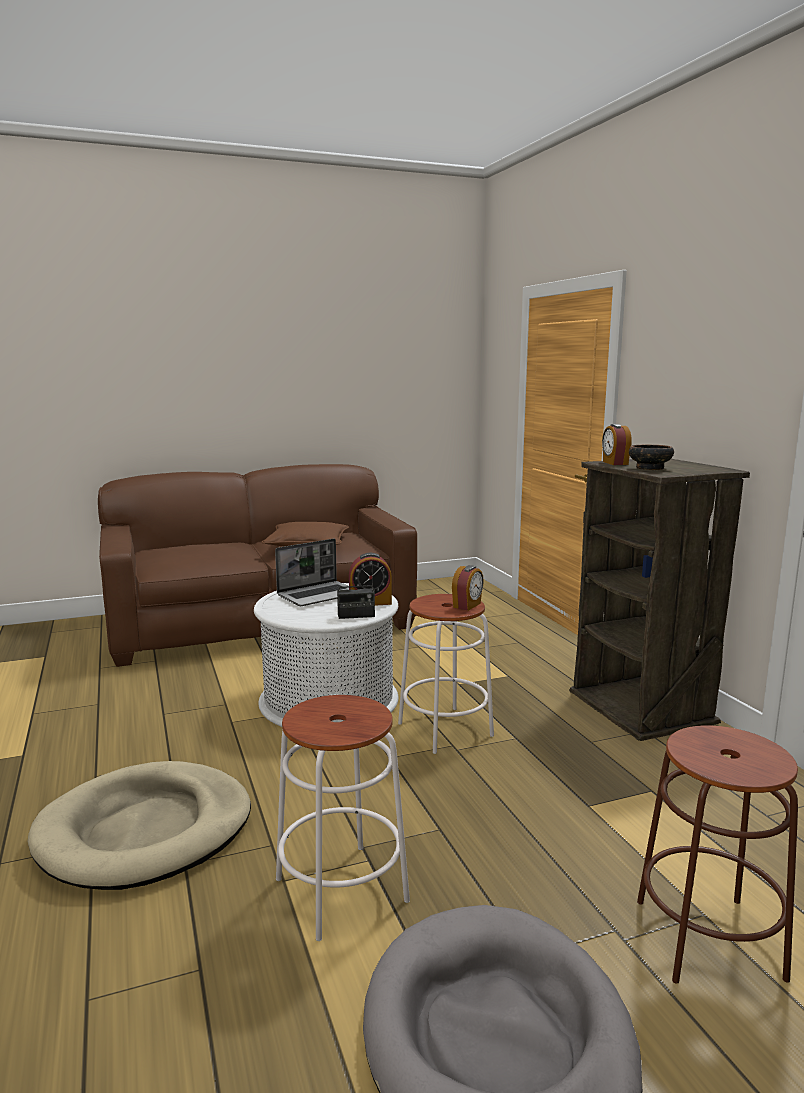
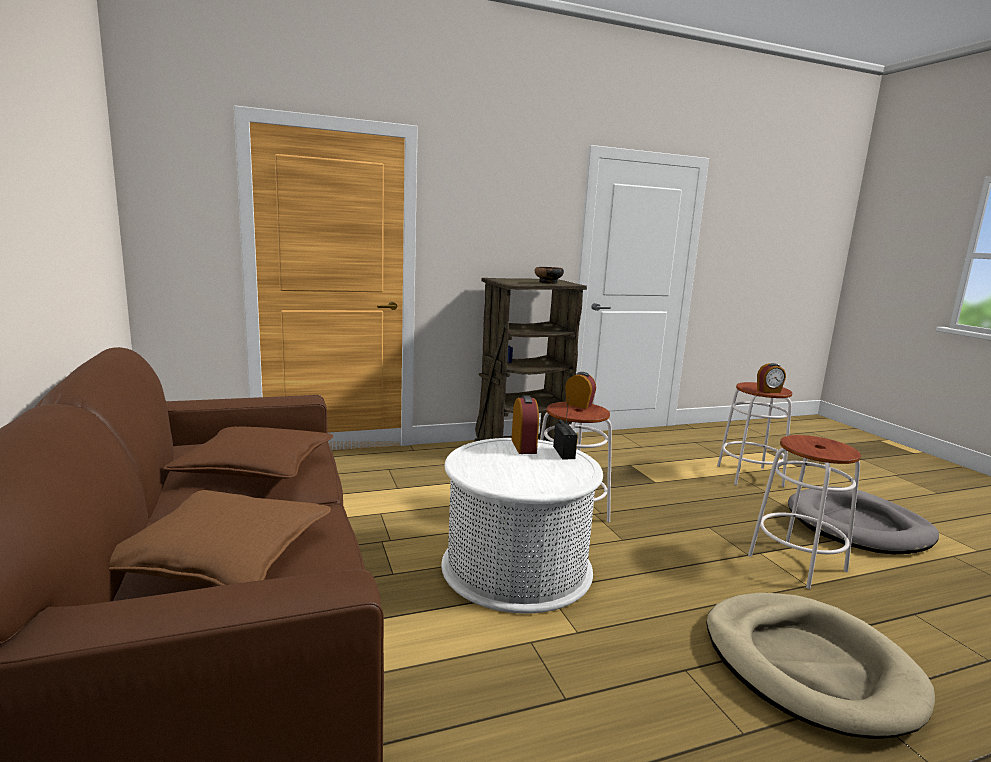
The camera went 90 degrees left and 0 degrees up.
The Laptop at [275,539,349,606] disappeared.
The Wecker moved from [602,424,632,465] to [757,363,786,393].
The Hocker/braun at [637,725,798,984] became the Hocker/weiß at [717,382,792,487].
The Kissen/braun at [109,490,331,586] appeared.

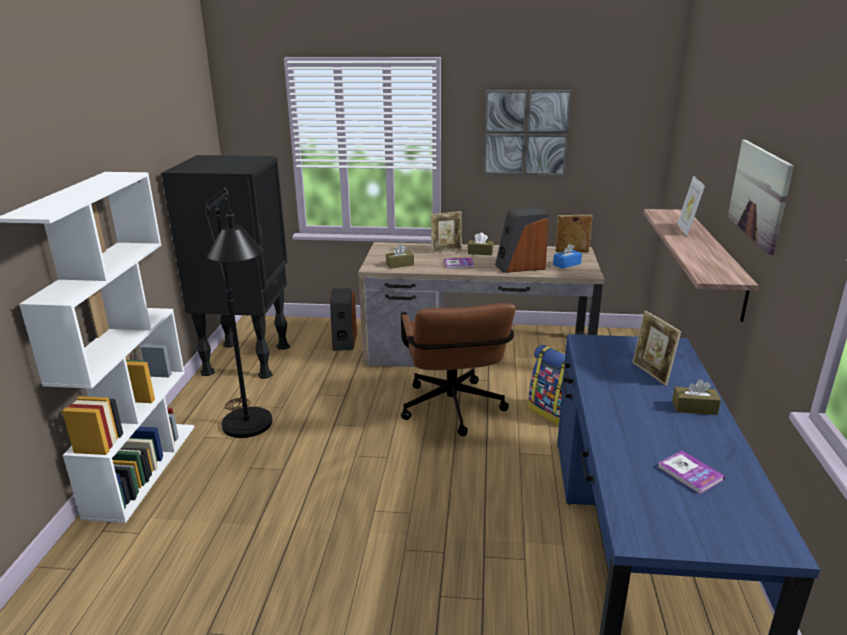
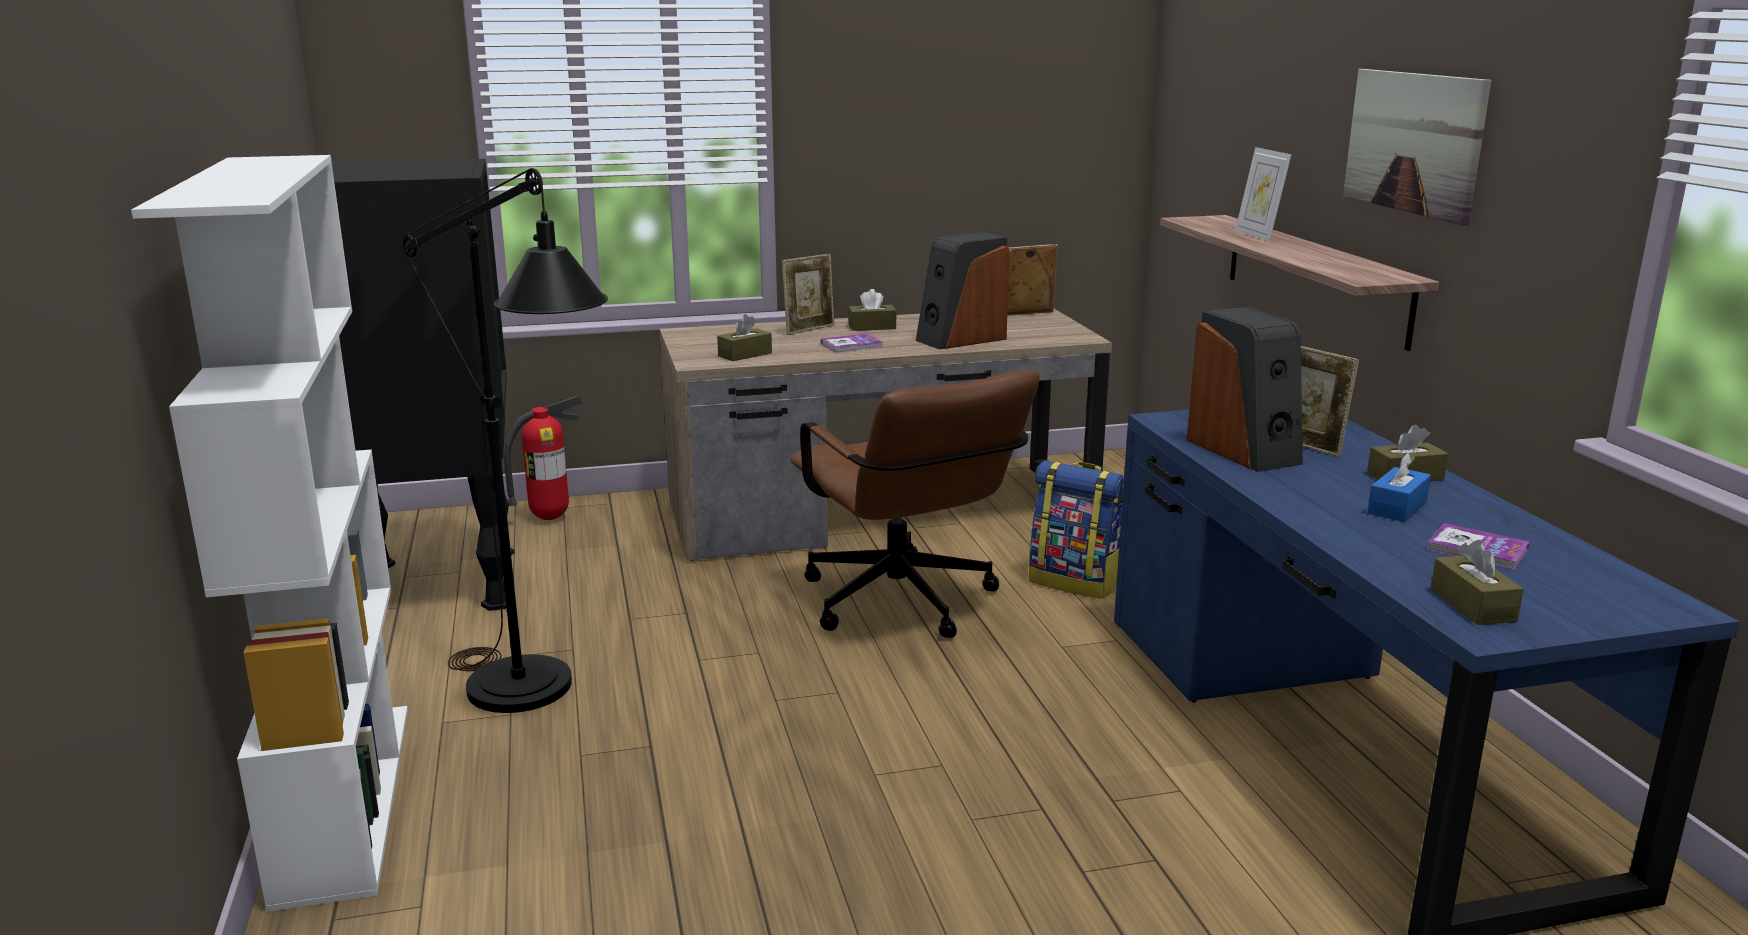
The camera went 20 degrees left and 5 degrees down.
The Lautsprecher moved from [330,288,357,351] to [1186,307,1303,472].
The Bild at [484,90,571,175] disappeared.
The Taschentuchbox/blau moved from [553,244,582,269] to [1367,452,1431,522].
The Feuerlöscher at [504,396,583,520] appeared.
The Taschentuchbox/braun at [1431,540,1524,625] appeared.

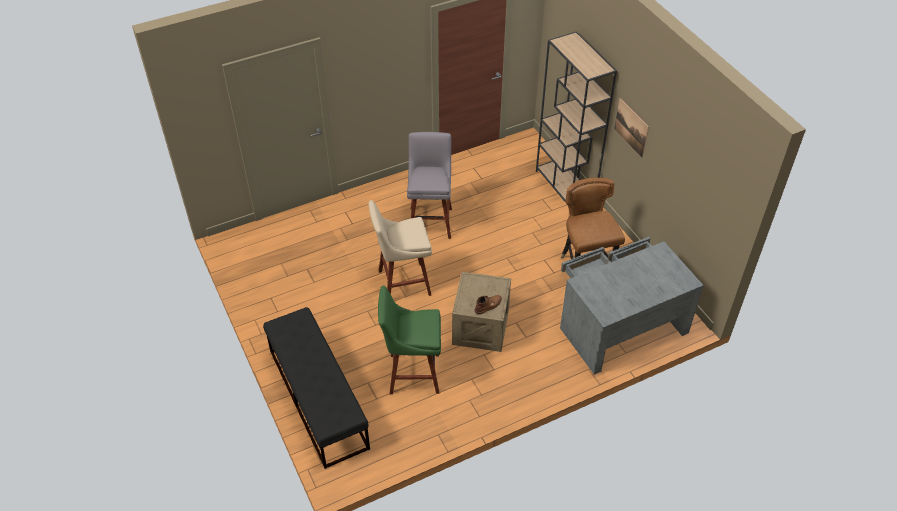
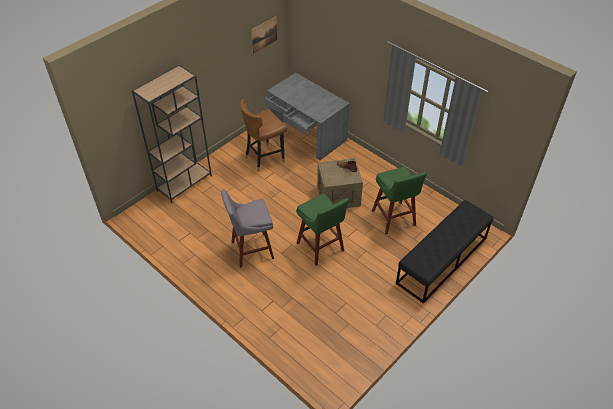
The camera went 110 degrees left and 0 degrees up.
The Hocker/beige at [369,200,432,296] became the Hocker/grün at [296,193,349,266].
The Bild moved from [614,98,649,158] to [251,16,277,54].

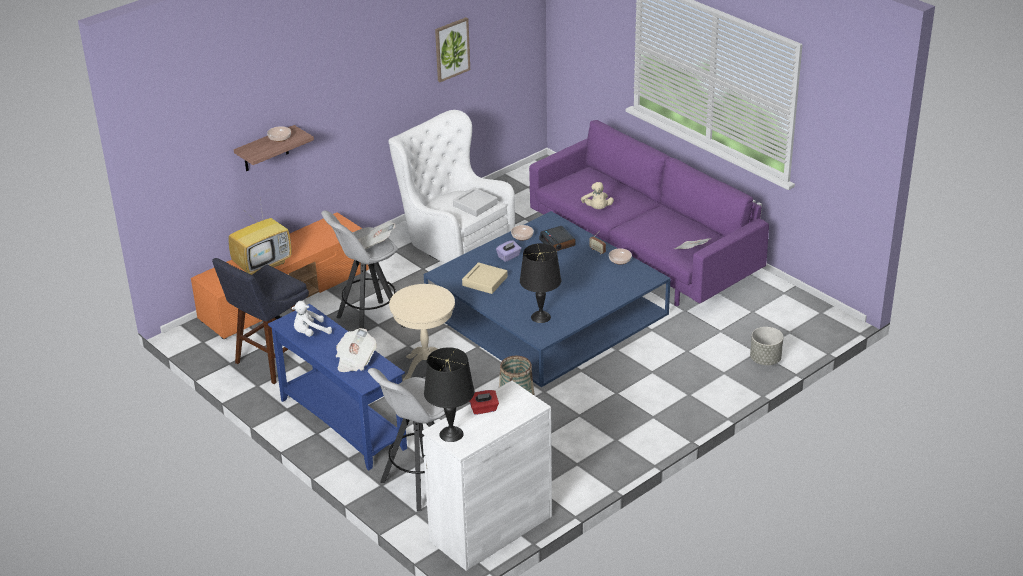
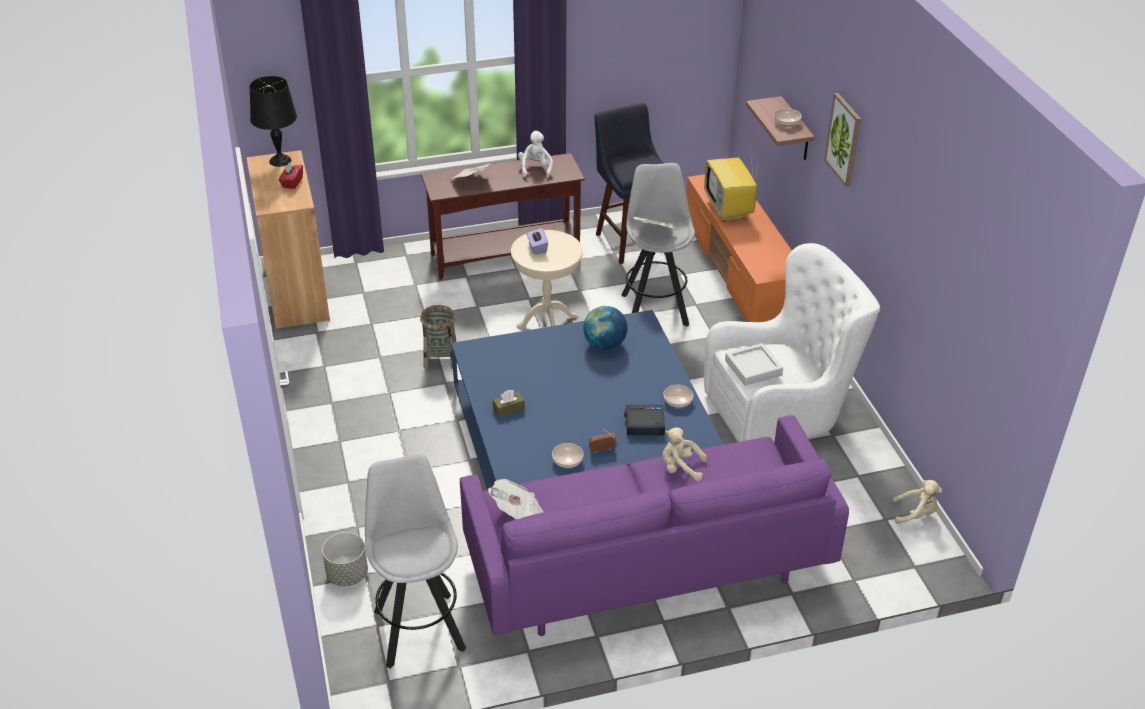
The camera went 115 degrees right and 5 degrees up.
The Konsolentisch/blau at [268,304,407,471] became the Konsolentisch/braun at [421,153,585,280].
The Hocker/grau moved from [368,368,445,511] to [365,454,466,669].
The Schrank/weiß at [422,381,552,571] became the Schrank/braun at [247,150,330,329].
The Bild moved from [435,17,470,82] to [824,93,861,187].
The Tablett/beige at [462,262,508,294] was replaced by the Globus at [583,306,628,350].
The Taschentuchbox/lila moved from [496,240,521,262] to [527,228,548,254].
The Tischlampe/schwarz at [520,243,561,323] disappeared.
The Taschentuchbox/braun at [493,390,525,417] appeared.
The Plüschtier/beige at [893,480,942,524] appeared.

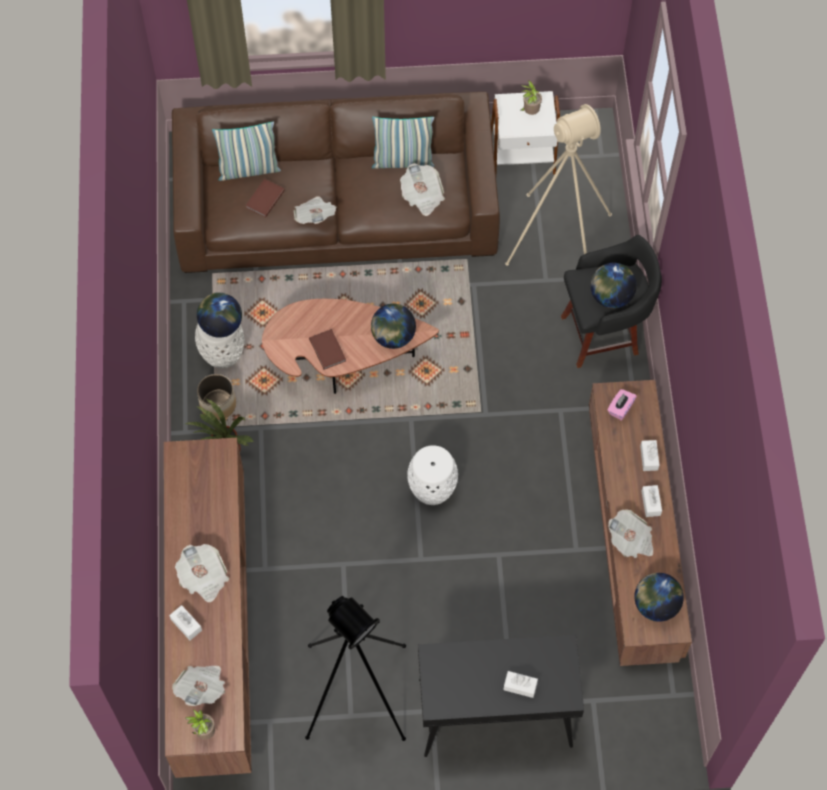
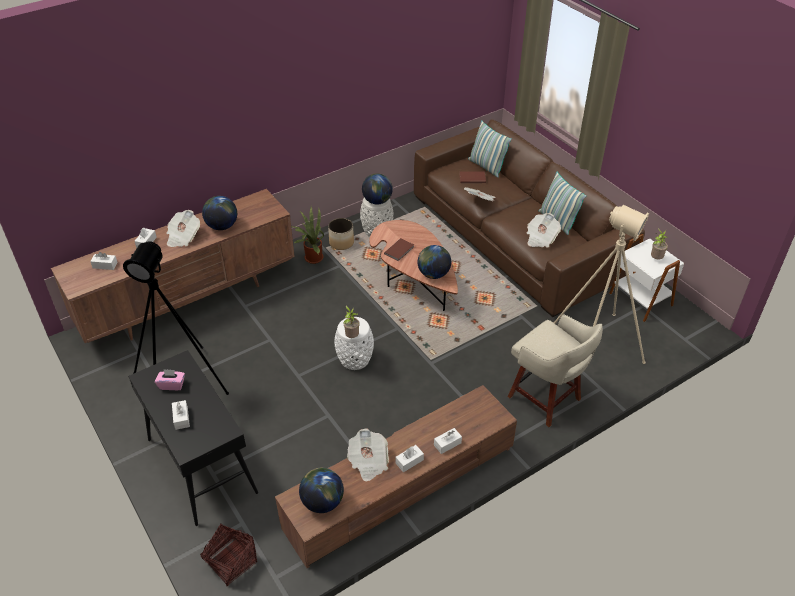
The camera went 60 degrees right and 20 degrees down.
The Zeitung at [172,665,225,706] was replaced by the Taschentuchbox/weiß at [90,252,118,270].
The Topfpflanze moved from [185,709,215,740] to [343,306,360,338].
The Hocker/schwarz at [561,235,662,368] became the Hocker/beige at [507,314,603,427].
The Globus moved from [590,263,637,309] to [202,196,237,230].
The Taschentuchbox/rosa moved from [607,389,637,421] to [155,369,185,390].
The Korb at [200,523,257,587] appeared.

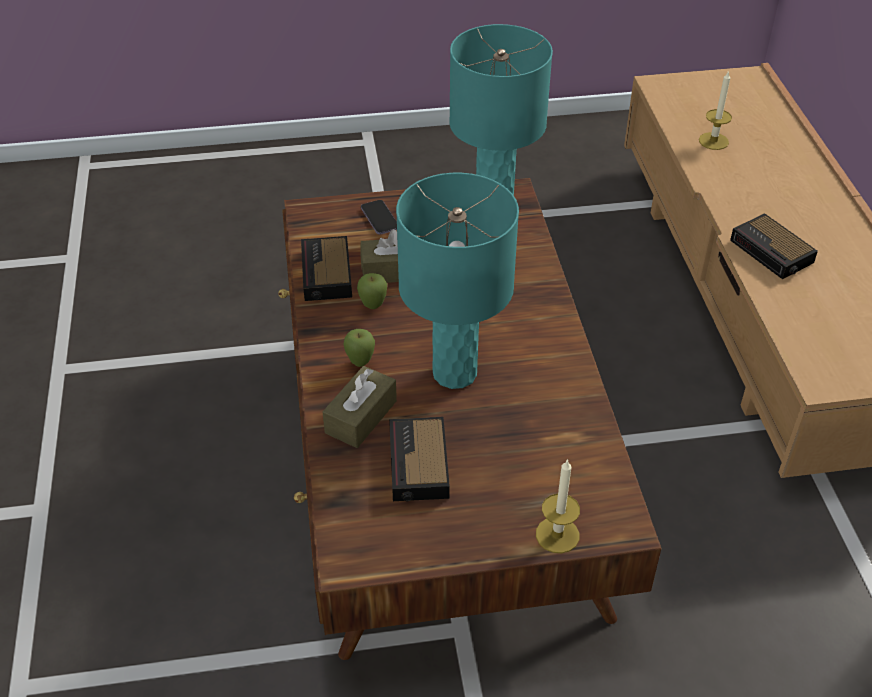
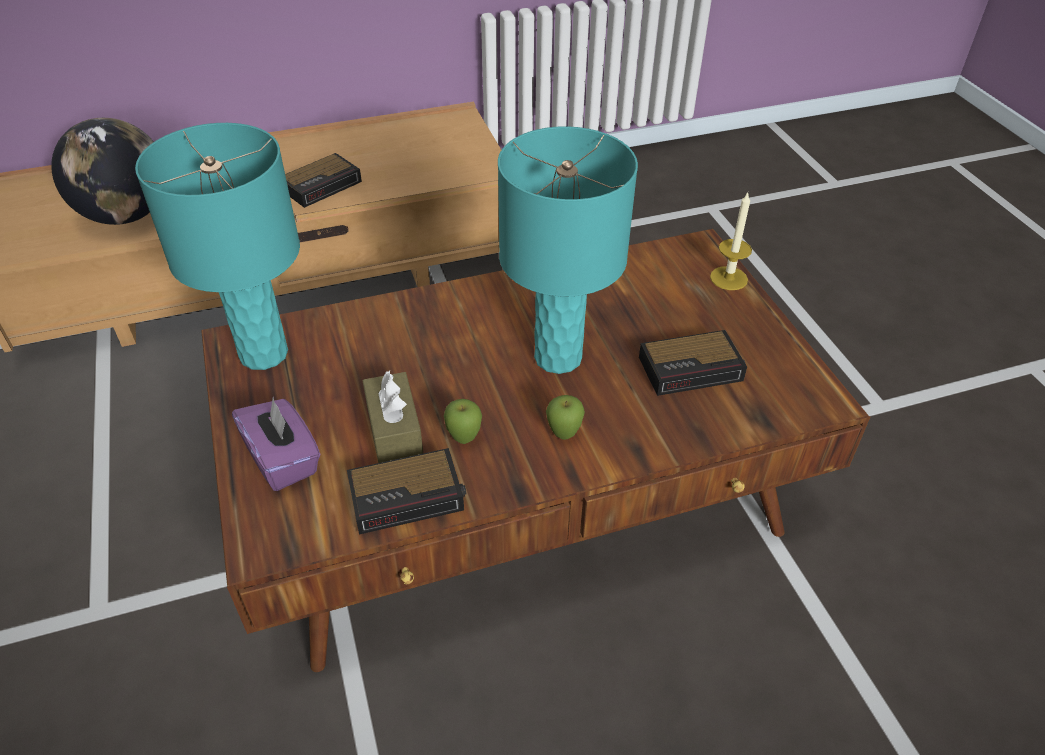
The camera went 100 degrees left and 0 degrees up.
The Taschentuchbox/braun at [323,366,397,448] disappeared.
The Handy at [361,200,397,235] was replaced by the Taschentuchbox/lila at [232,397,321,491].
The Kerze at [699,70,732,150] was replaced by the Globus at [51,118,154,225].

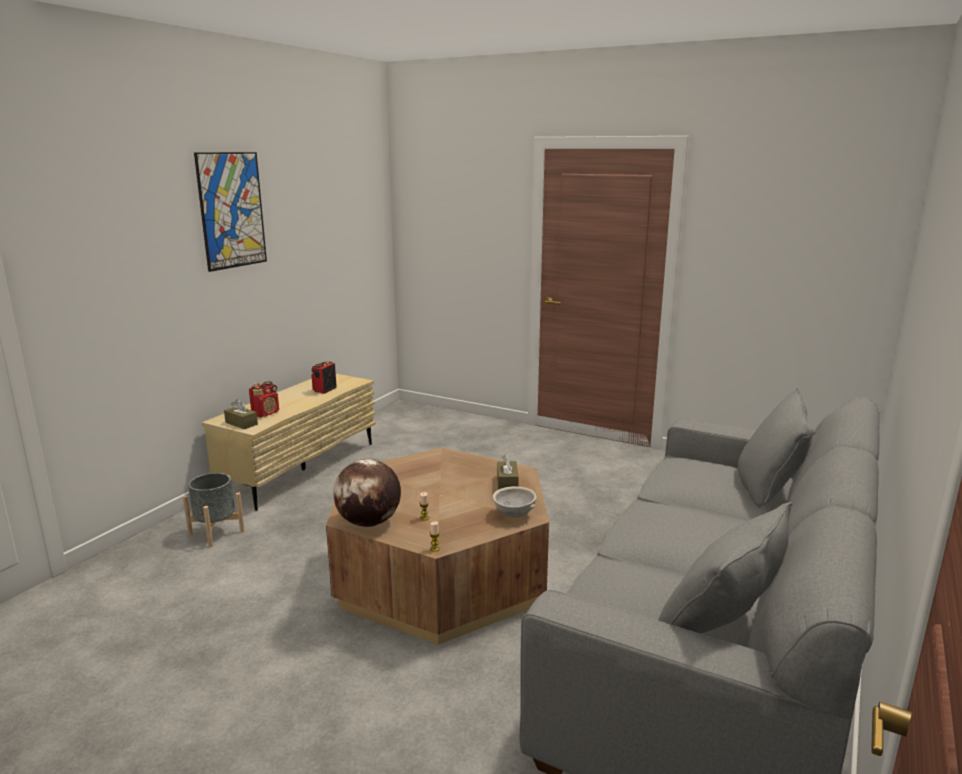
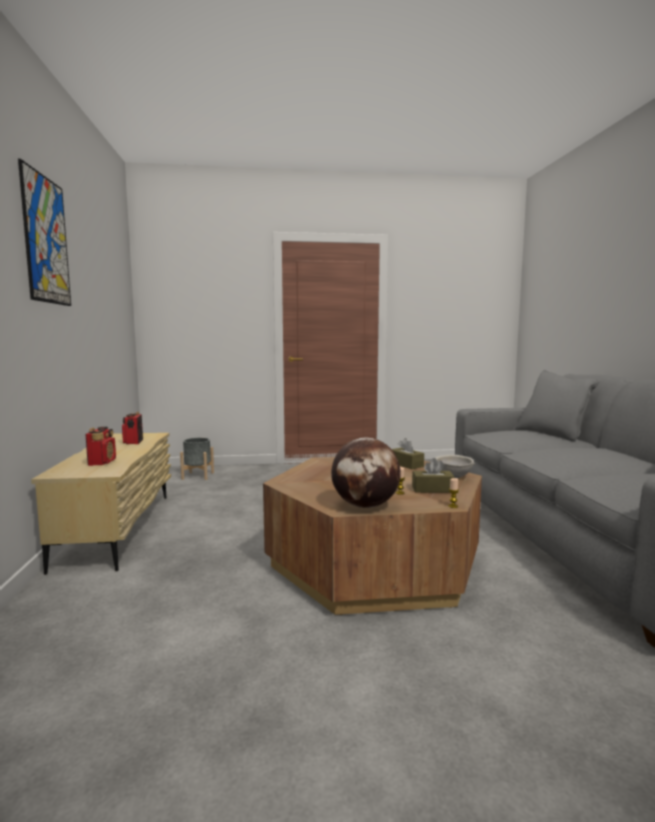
The camera went 35 degrees left and 10 degrees down.
The Pflanzkübel/grau moved from [183,473,245,547] to [180,438,214,480].
The Taschentuchbox/braun moved from [224,399,258,429] to [412,458,455,493].

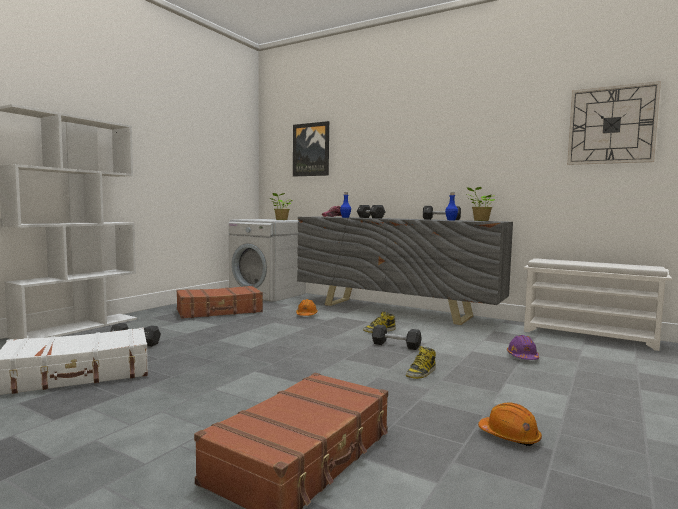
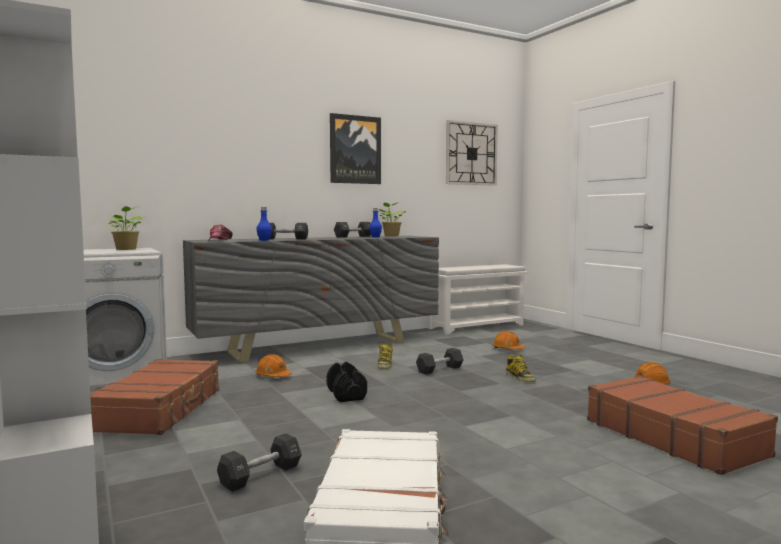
The camera went 60 degrees left and 0 degrees up.
The Bild moved from [293,121,329,176] to [330,113,381,184].
The Schutzhelm/lila at [507,335,539,360] became the Schutzhelm/orange at [492,331,525,349].
The Hantel/schwarz at [327,362,367,402] appeared.

